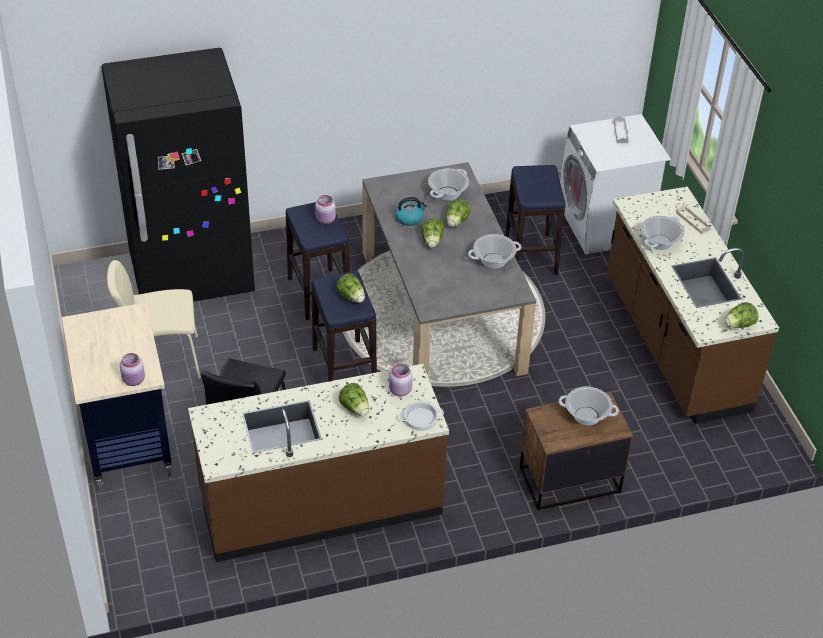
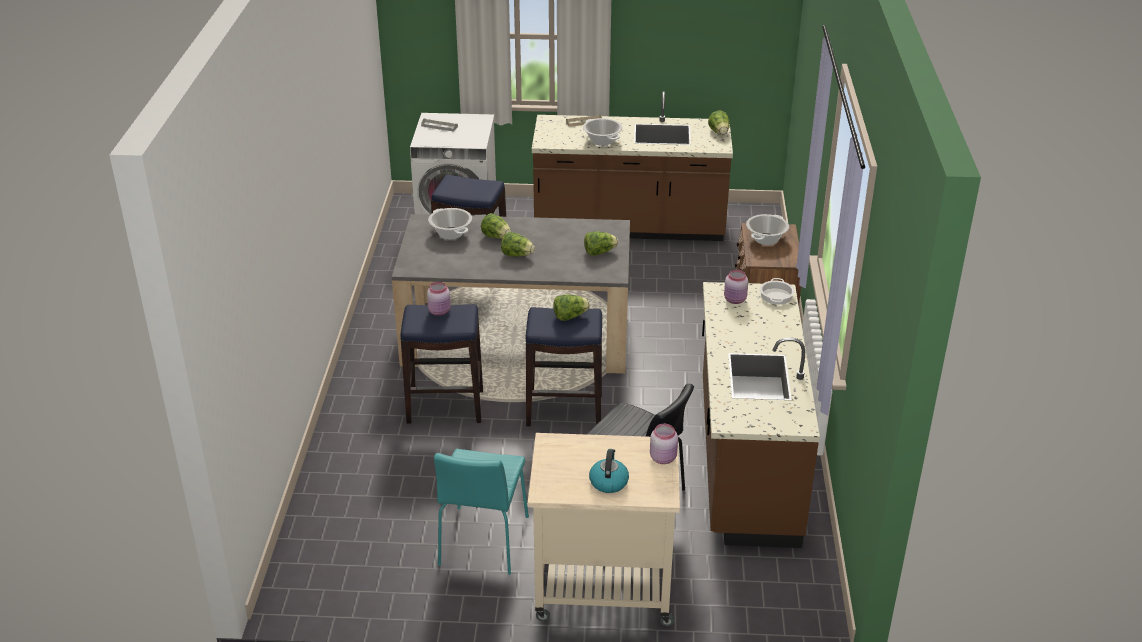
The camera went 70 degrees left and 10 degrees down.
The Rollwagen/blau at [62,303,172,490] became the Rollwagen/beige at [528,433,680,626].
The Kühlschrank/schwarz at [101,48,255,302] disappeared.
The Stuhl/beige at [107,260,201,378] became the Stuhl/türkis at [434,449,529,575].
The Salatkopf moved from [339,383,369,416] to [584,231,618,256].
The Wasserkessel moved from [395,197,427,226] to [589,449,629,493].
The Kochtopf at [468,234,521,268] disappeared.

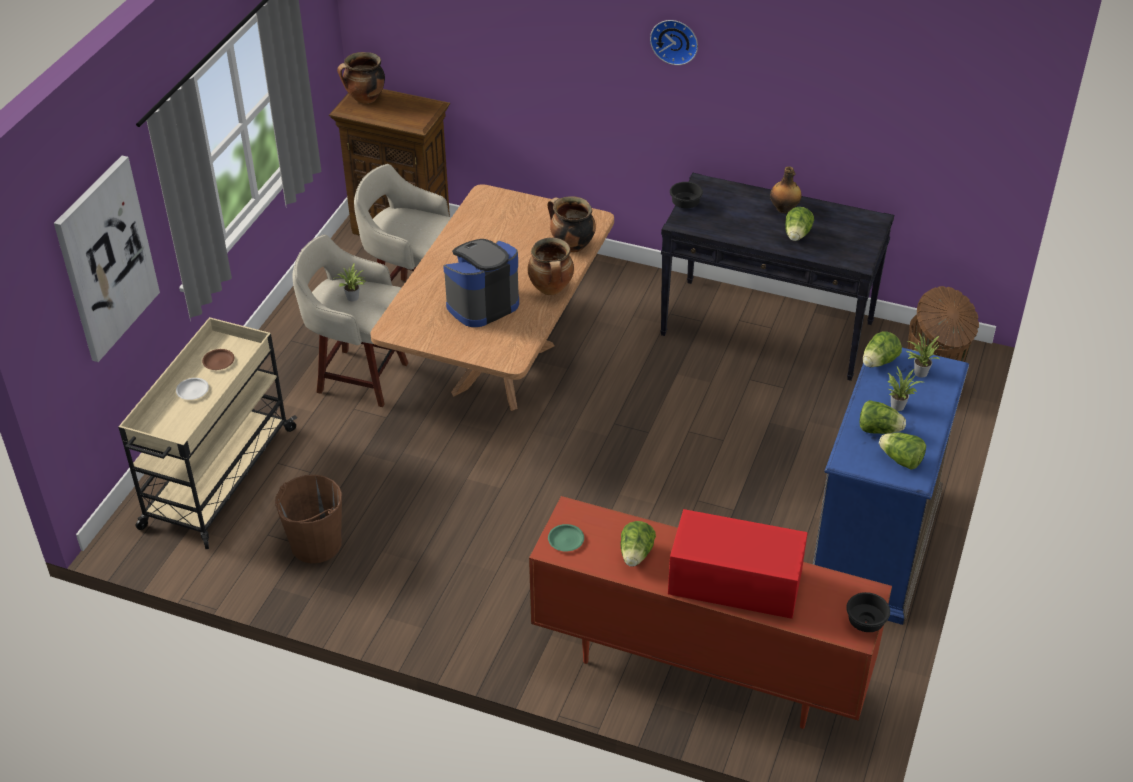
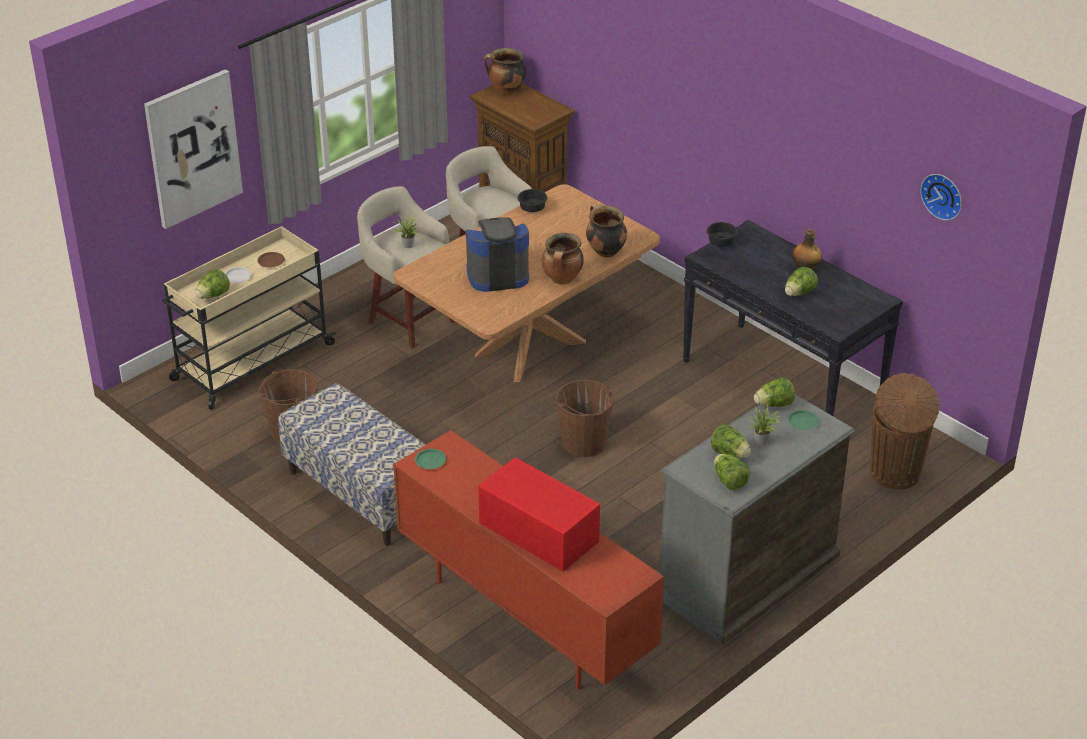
The camera went 25 degrees right and 5 degrees down.
The Salatkopf moved from [621,521,656,567] to [195,270,230,299].
The Wanduhr moved from [650,20,698,65] to [920,174,962,220].
The Kommode/blau at [813,348,969,625] became the Kommode/grau at [660,394,855,645].
The Schüssel/schwarz moved from [846,592,890,632] to [518,189,547,212].
The Topfpflanze at [906,334,940,378] was replaced by the Teller/grün at [788,410,819,430].
The Bank at [278,383,426,546] appeared.
The Eimer/braun at [556,380,614,457] appeared.

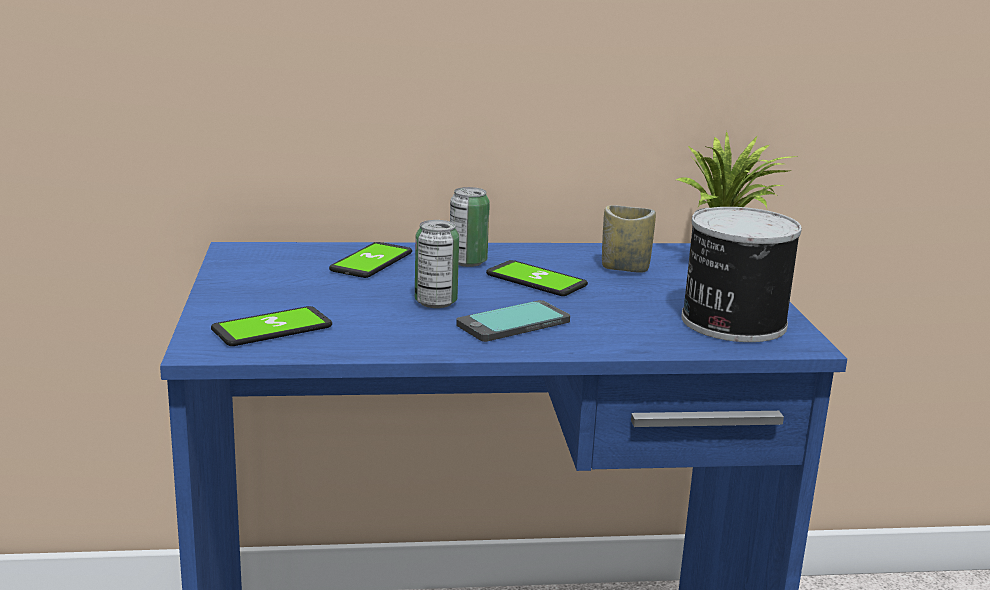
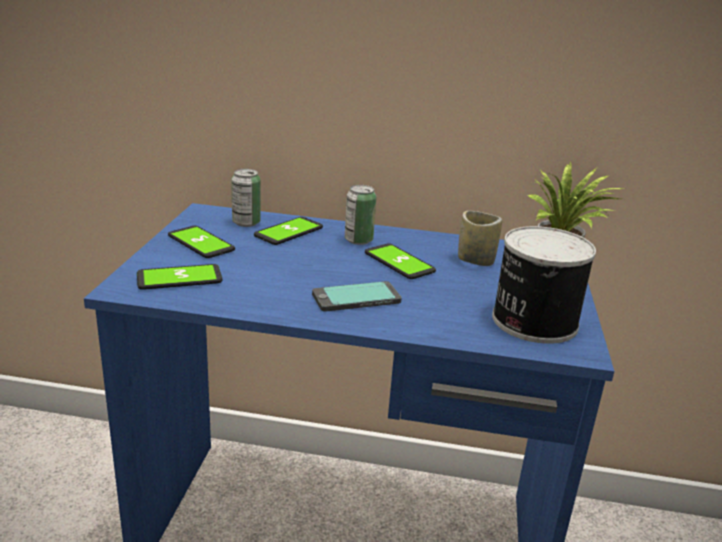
The camera went 15 degrees right and 5 degrees up.
The Dose moved from [415,220,459,308] to [231,169,261,227].
The Handy at [168,226,235,258] appeared.

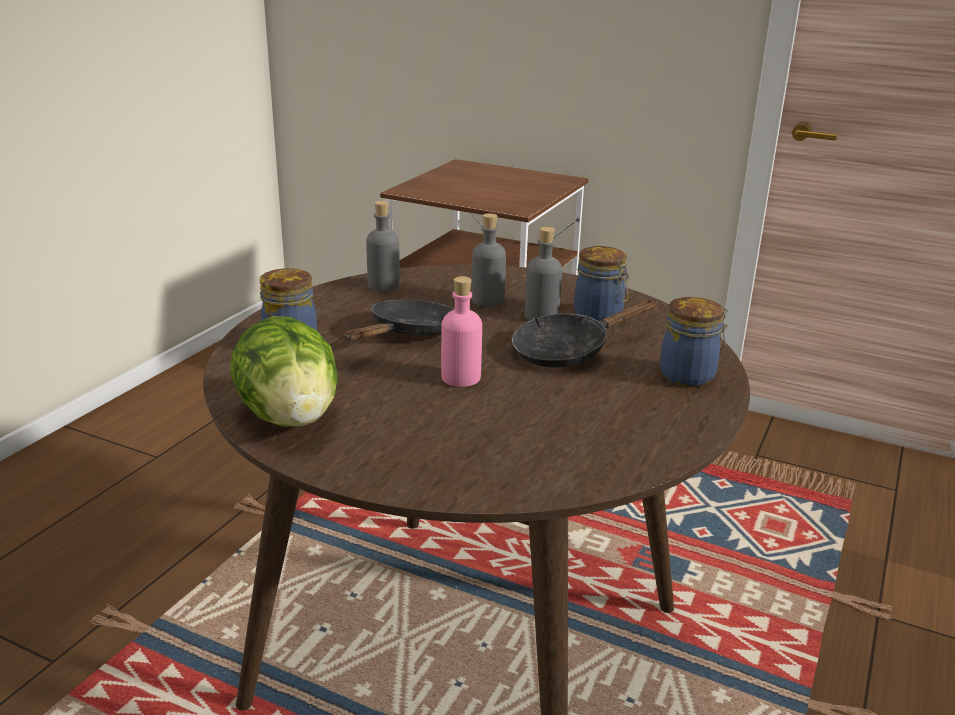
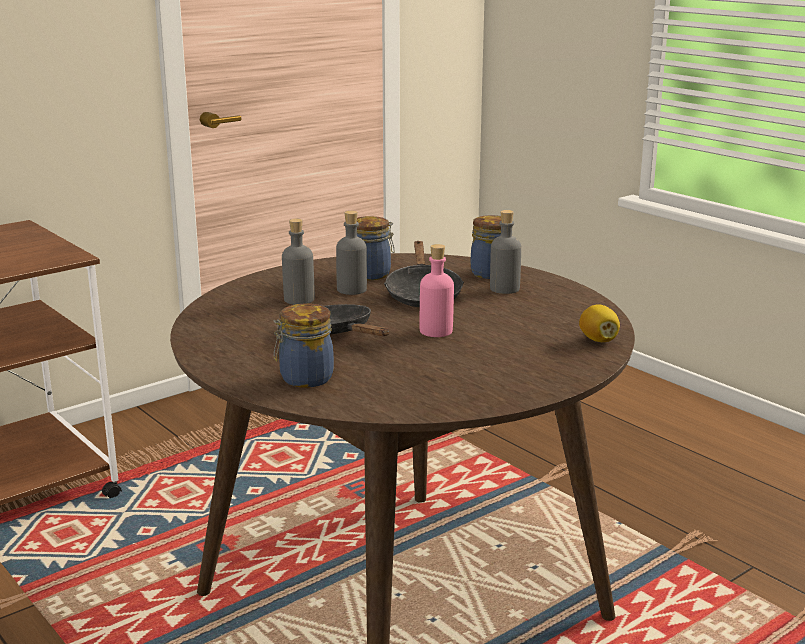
The camera went 65 degrees left and 5 degrees down.
The Salatkopf at [230,316,338,427] disappeared.
The Flasche/grau moved from [366,201,400,291] to [490,210,521,294].
The Zitrone at [579,304,620,342] appeared.

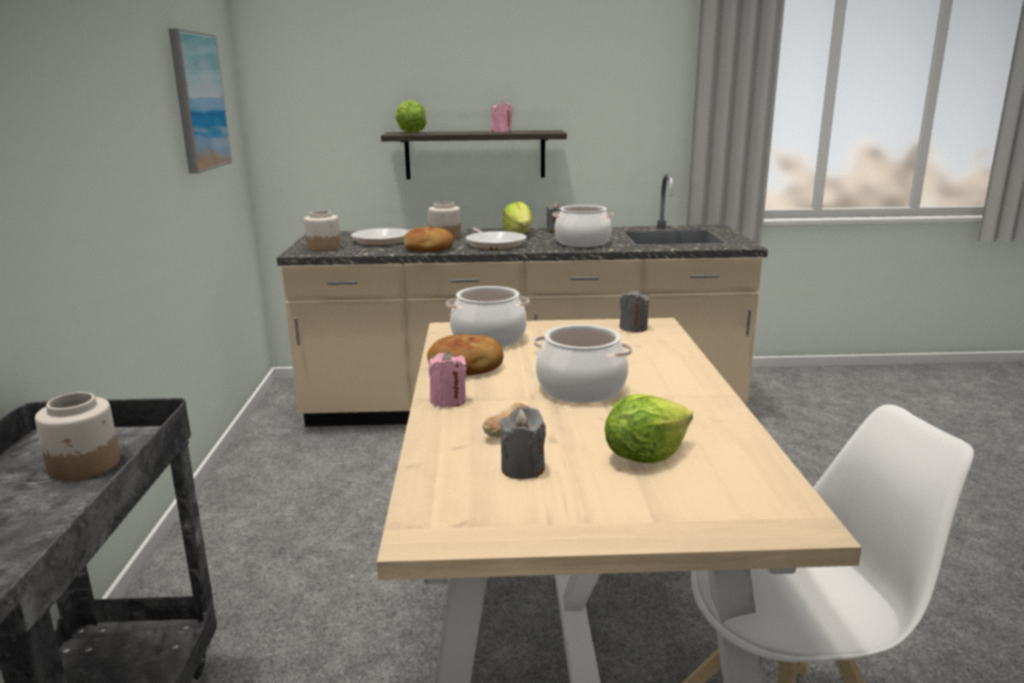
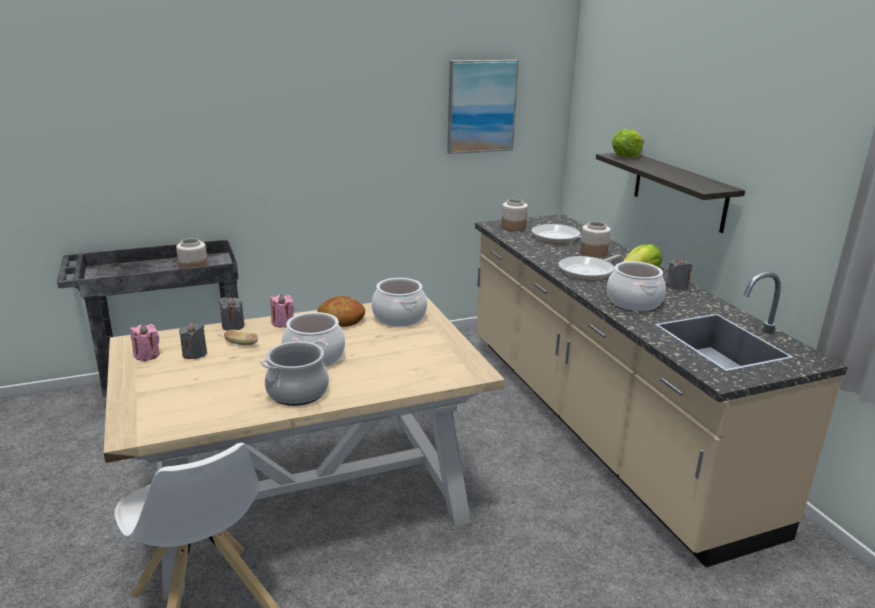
The camera went 70 degrees right and 5 degrees up.
The Brot at [403,227,454,252] disappeared.
The Kerze/rosa moved from [491,101,513,132] to [130,324,160,361].
The Salatkopf at [605,394,693,463] disappeared.
The Kerze/grau moved from [619,288,650,332] to [219,297,244,331].
The Kochtopf at [260,340,329,406] appeared.

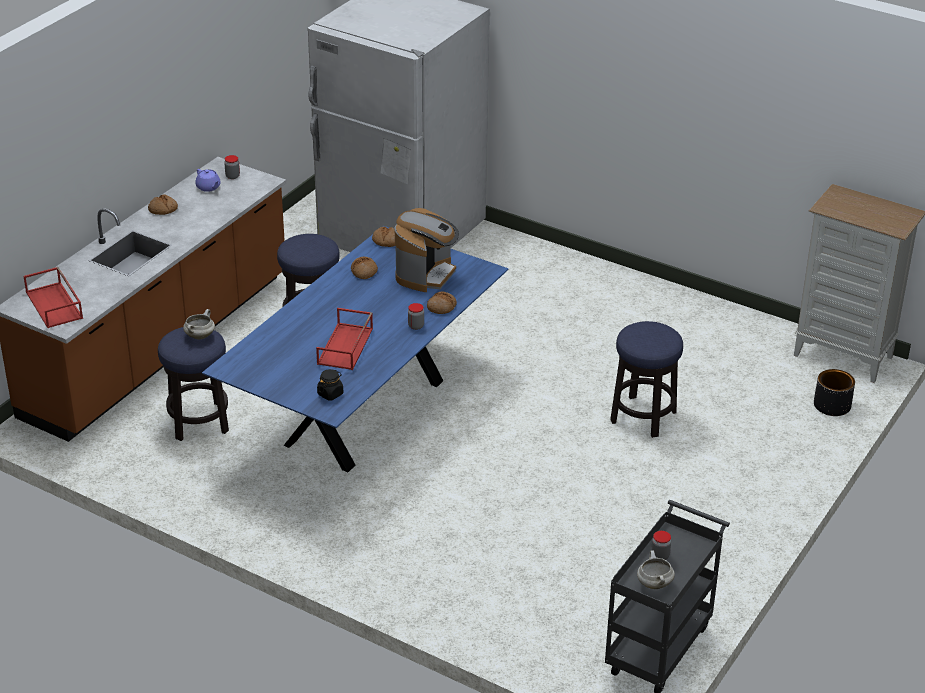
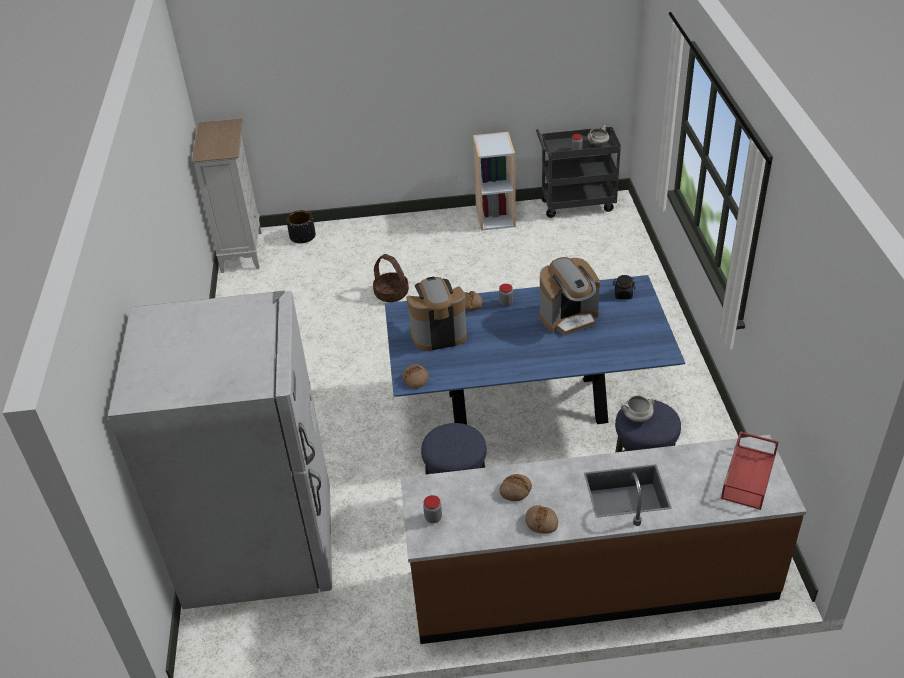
The camera went 125 degrees left and 5 degrees up.
The Teekanne/lila at [195,169,221,192] disappeared.
The Tablett/rot at [316,308,373,370] was replaced by the Kaffeemaschine at [540,257,600,336].
The Brot moved from [351,257,378,279] to [500,474,532,501].
The Hocker at [610,321,683,438] was replaced by the Korb at [373,254,409,302].
The Bücherregal at [473,132,516,231] appeared.

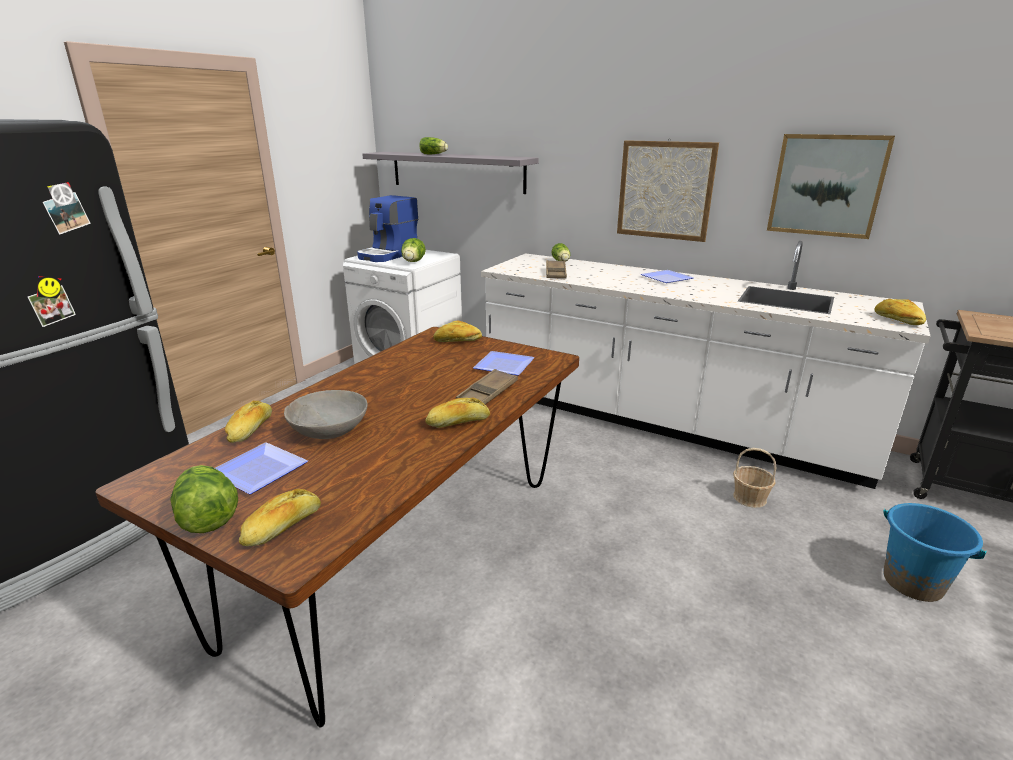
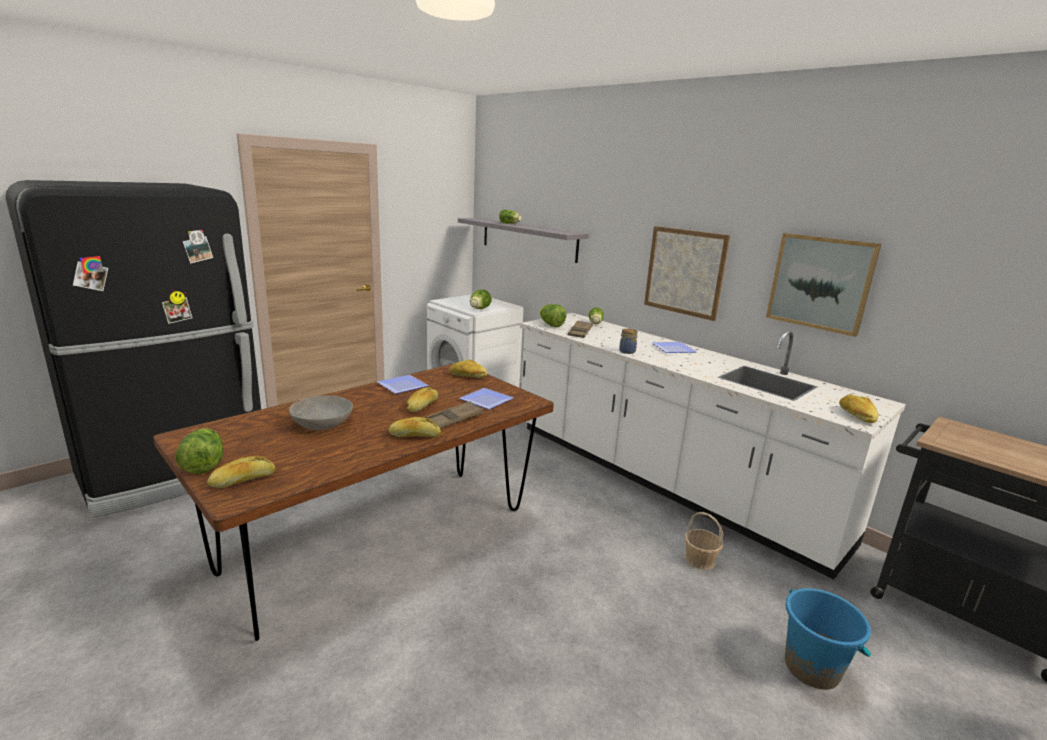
The camera went 15 degrees right and 5 degrees down.
The Teller moved from [215,442,308,494] to [377,375,429,394].
The Brot moved from [225,401,272,443] to [407,387,438,412].
The Kaffeemaschine at [357,195,418,262] disappeared.
The Salatkopf at [539,304,566,327] appeared.
The Vorratsglas at [619,329,638,354] appeared.

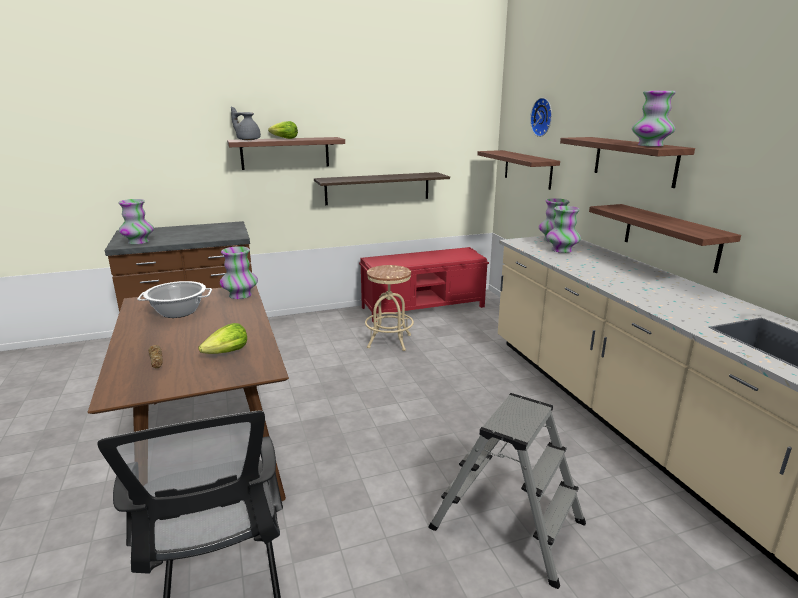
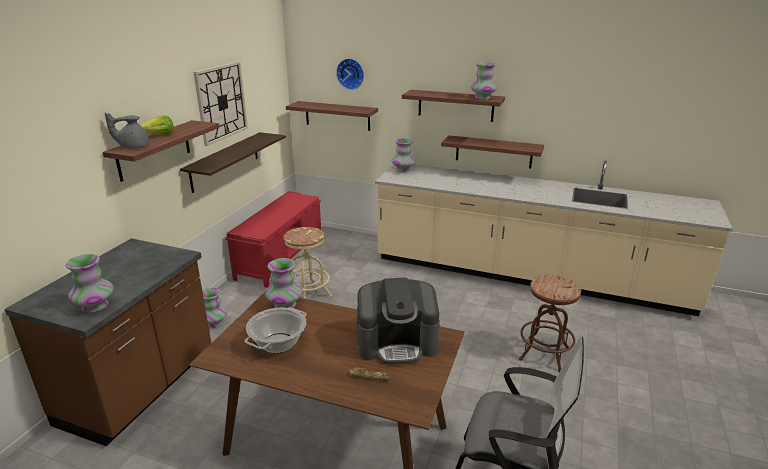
The camera went 50 degrees left and 5 degrees up.
The Salatkopf at [198,323,247,354] was replaced by the Kaffeemaschine at [357,278,440,364].
The Trittleiter/grau at [428,393,586,589] was replaced by the Hocker/braun at [519,275,581,372].
The Vase moved from [546,206,581,253] to [202,288,228,328].
The Wanduhr at [194,62,248,146] appeared.

